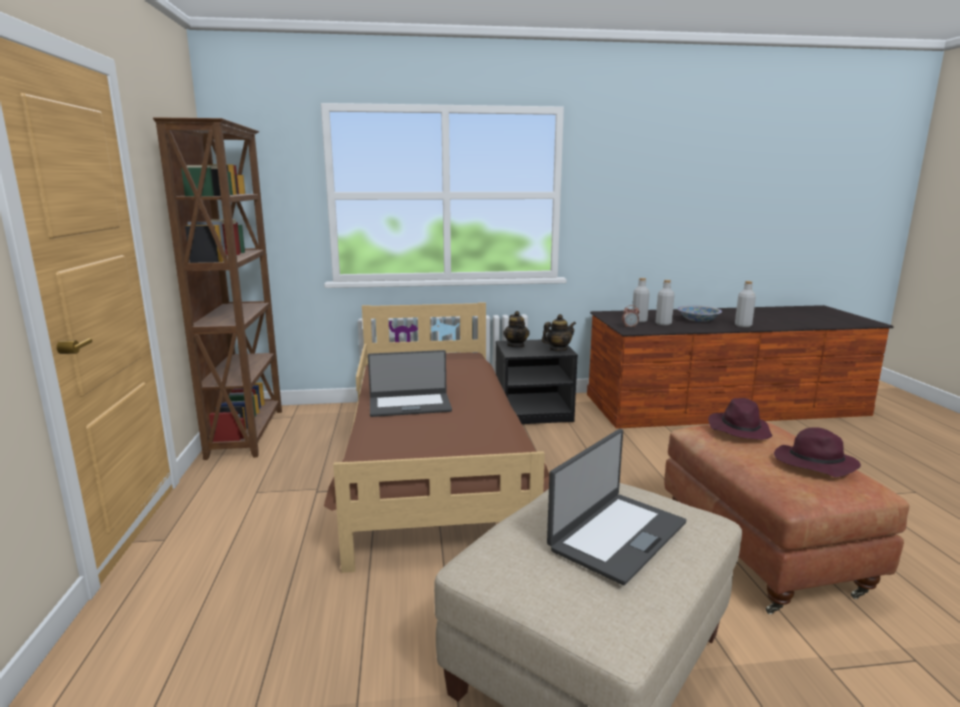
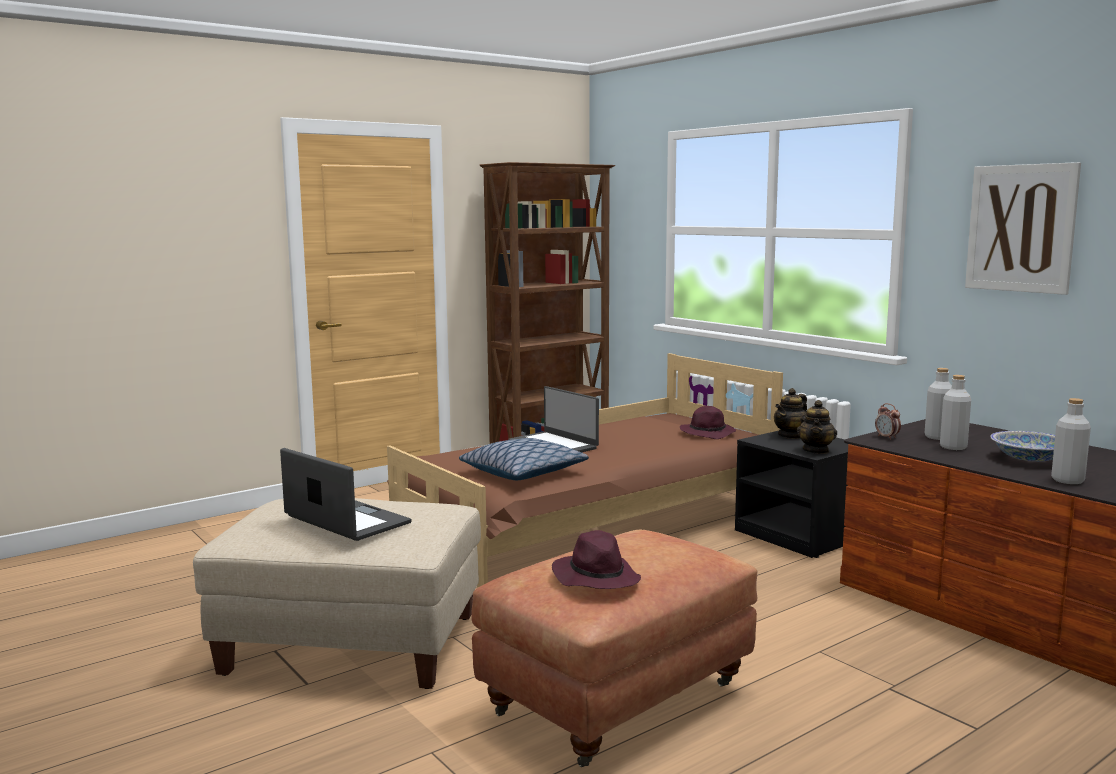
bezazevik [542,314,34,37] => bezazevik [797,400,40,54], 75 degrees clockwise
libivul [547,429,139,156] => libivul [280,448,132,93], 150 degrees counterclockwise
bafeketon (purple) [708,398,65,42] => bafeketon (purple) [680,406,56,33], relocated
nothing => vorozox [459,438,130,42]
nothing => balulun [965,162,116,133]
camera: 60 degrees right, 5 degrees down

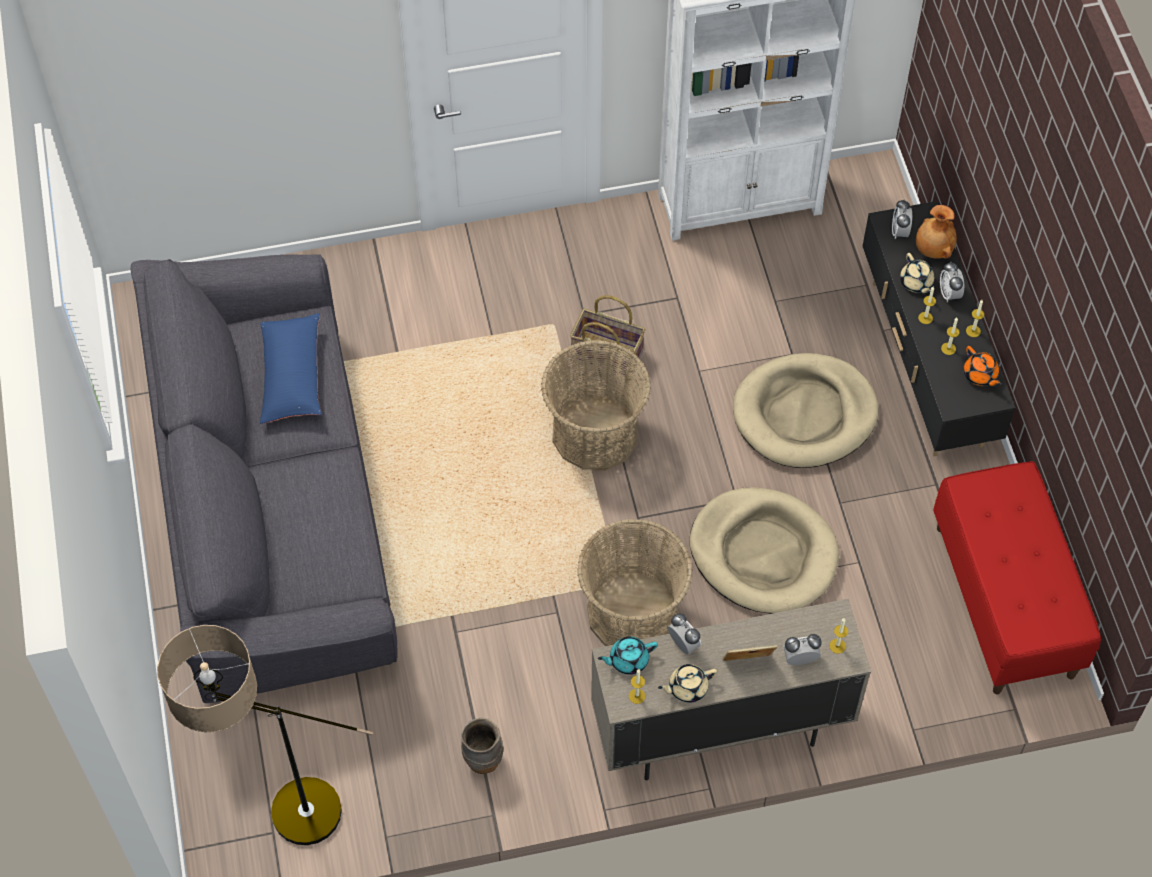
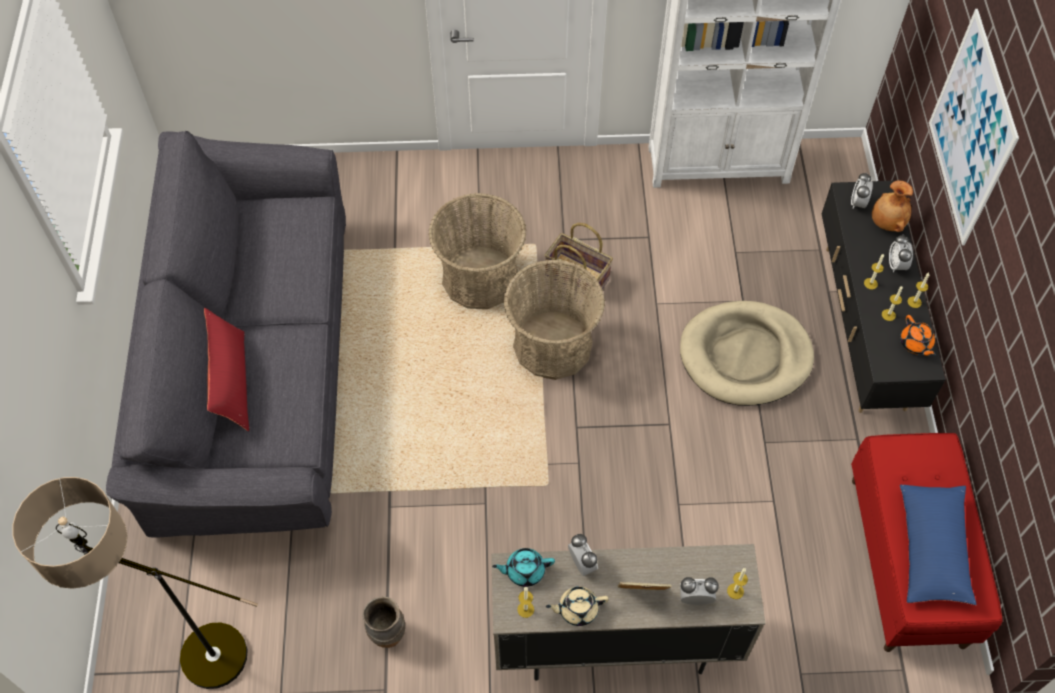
vorozox (blue) [260,313,62,111] => vorozox (blue) [900,485,77,120], relocated
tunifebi [577,519,116,127] => tunifebi [428,193,99,116], relocated
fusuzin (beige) [690,487,149,127] => nothing
bezazevik (beige) [900,253,34,41] => nothing
nothing => vorozox (red) [204,308,45,123]
nothing => balulun [929,9,90,237]
camera: 10 degrees right, 0 degrees up

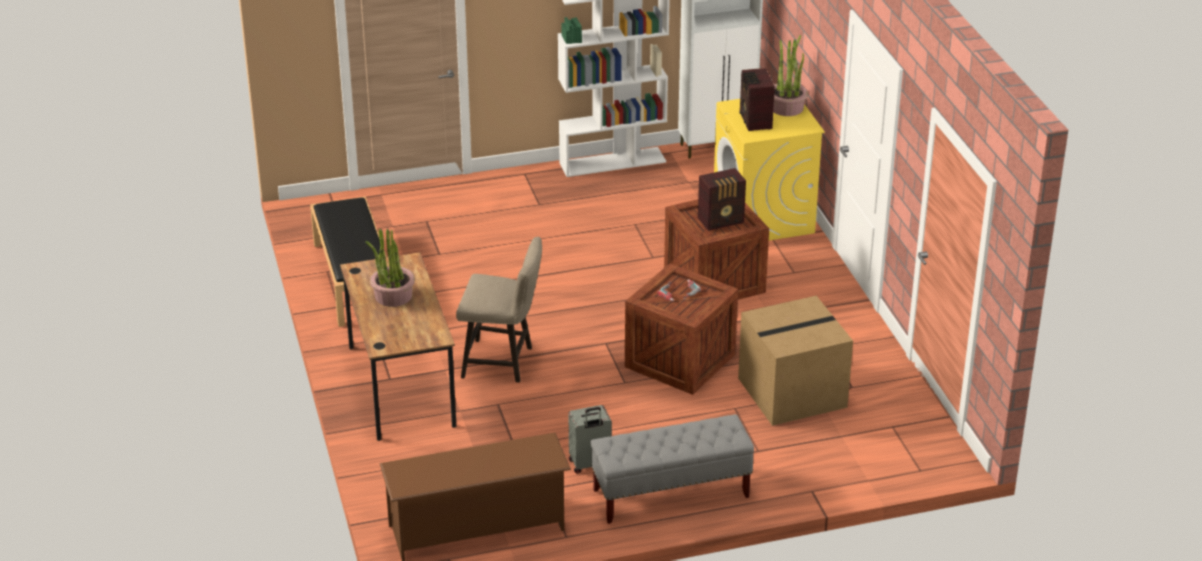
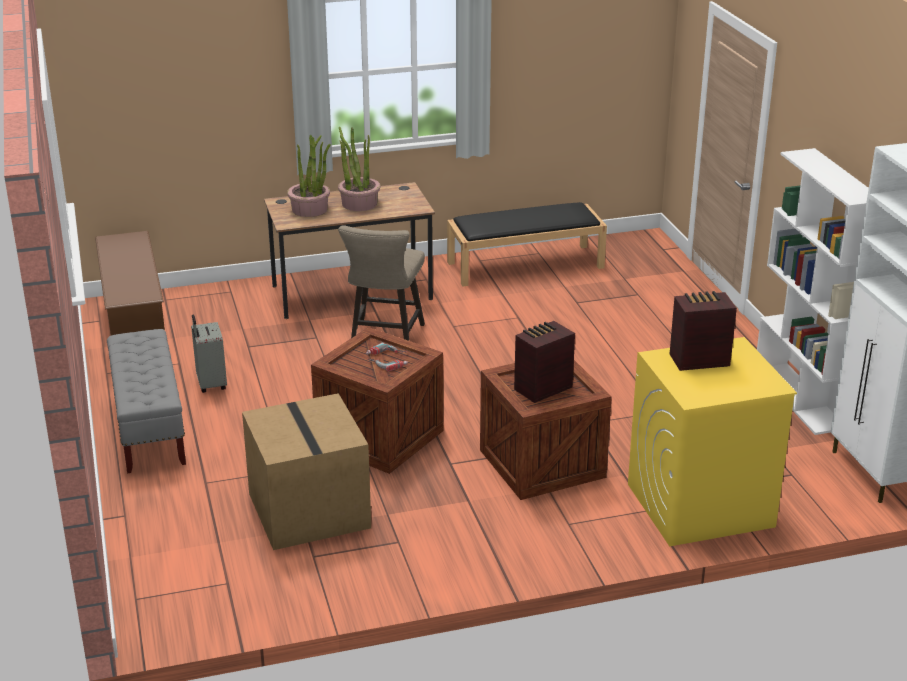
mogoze [698,168,48,63] => mogoze [514,321,61,82], 75 degrees clockwise
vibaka [773,35,35,81] => vibaka [287,134,44,83], relocated
camera: 90 degrees right, 5 degrees down

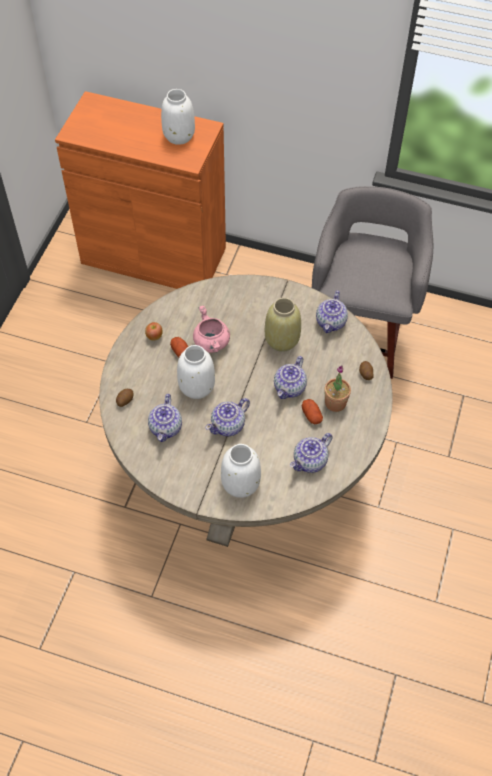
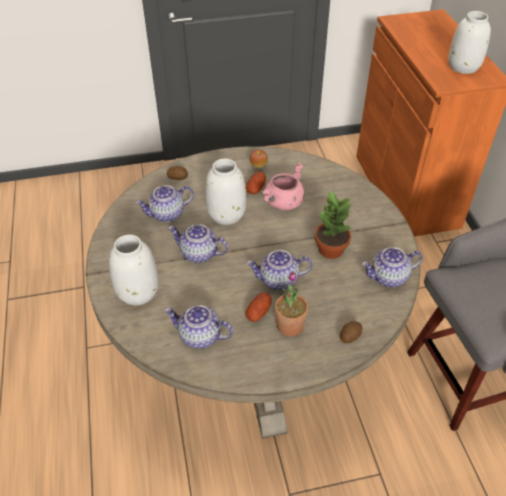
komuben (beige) [265,298,36,54] => vibaka [315,191,38,68]
camera: 60 degrees right, 10 degrees down

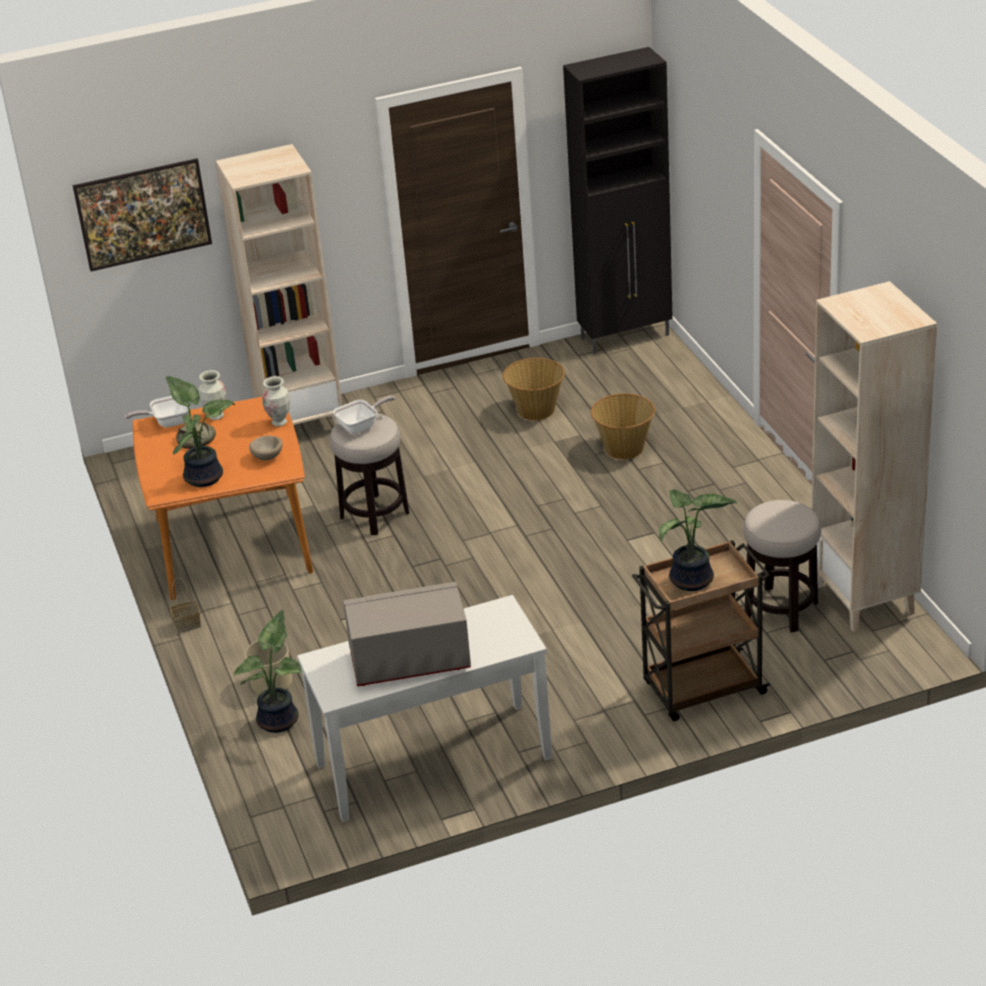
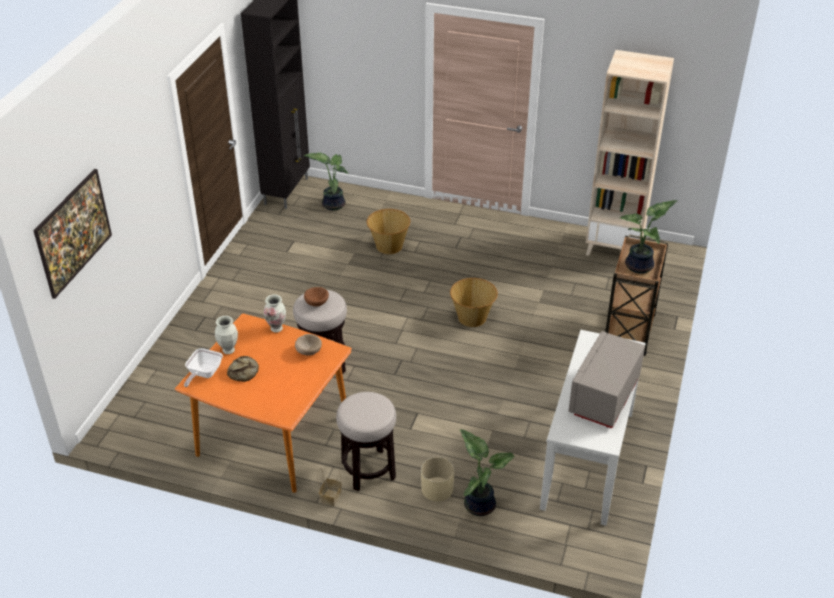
vibaka [165,376,70,111] => vibaka [304,153,45,58], relocated
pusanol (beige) [216,144,126,281] => nothing
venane [333,396,62,38] => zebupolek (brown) [304,287,25,20]
tunifebi [503,358,62,63] => tunifebi [450,278,48,49], relocated
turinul [743,500,78,132] => turinul [336,392,60,99], relocated
camera: 55 degrees left, 5 degrees up

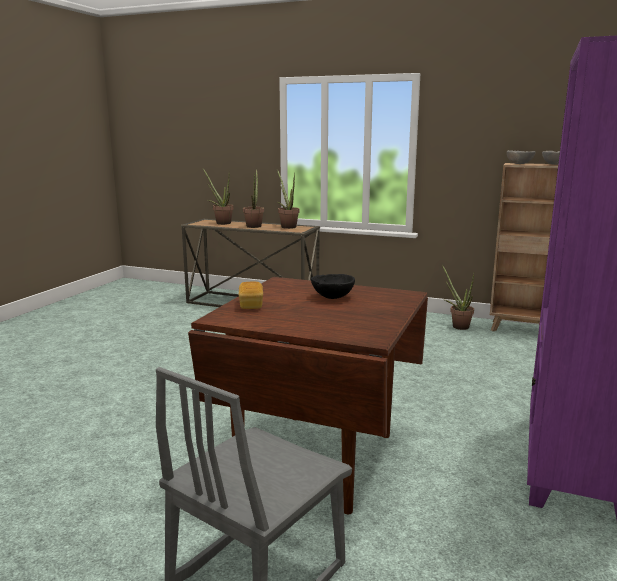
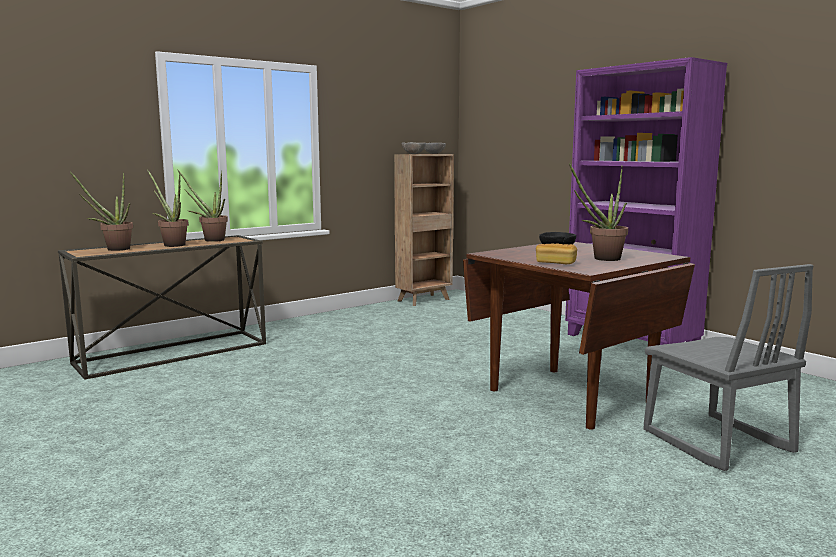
vibaka [442,265,32,65] => vibaka [569,163,59,98], relocated
camera: 60 degrees left, 5 degrees down

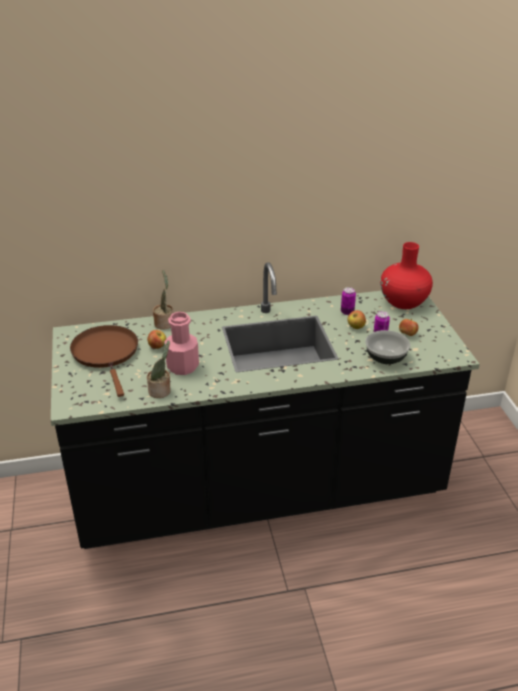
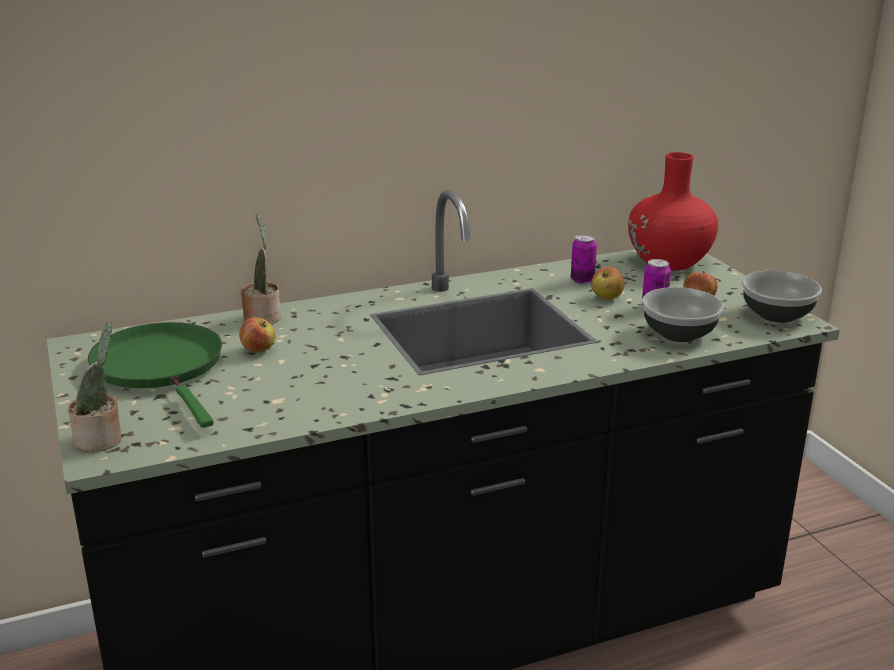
venane (brown) [70,325,68,72] => venane (green) [88,322,134,106]
vibaka [147,340,24,58] => vibaka [68,322,53,130], relocated
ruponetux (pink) [164,312,35,63] => nothing
nothing => zebupolek [742,270,80,53]
camera: 10 degrees left, 10 degrees down

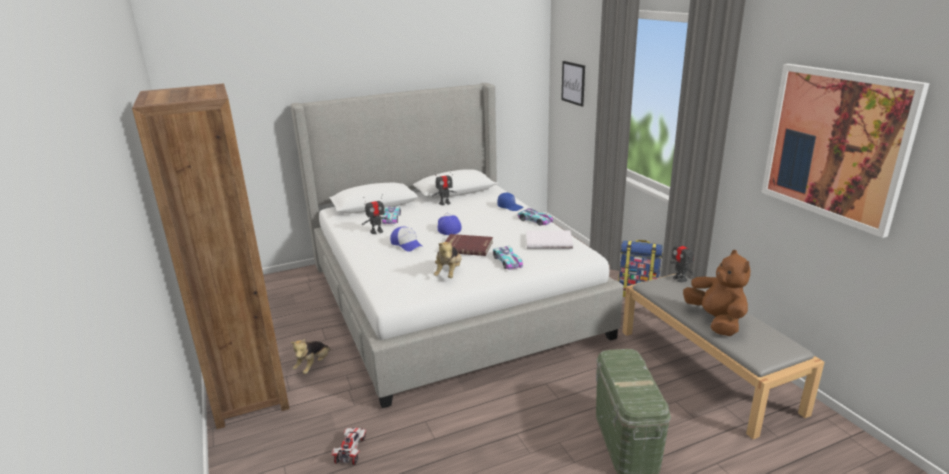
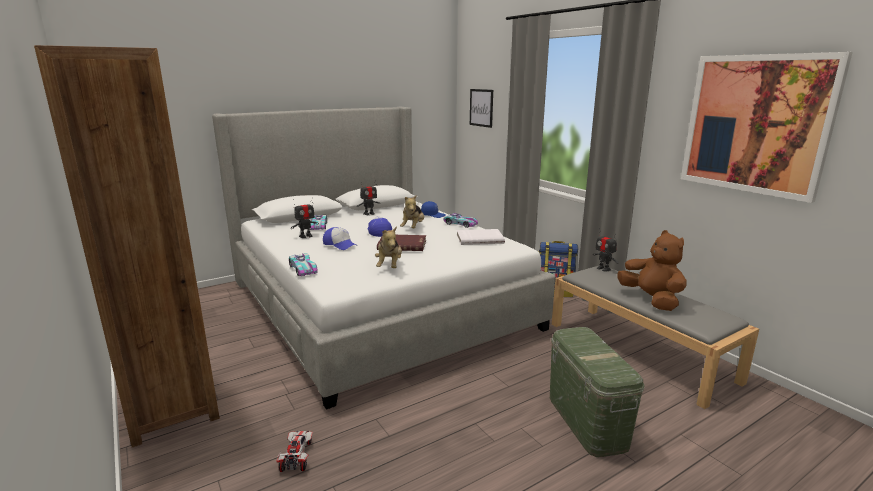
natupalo [290,339,40,35] => natupalo [400,195,24,33], relocated
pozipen [493,246,30,24] => pozipen [289,253,29,23], relocated
camera: 10 degrees left, 5 degrees down

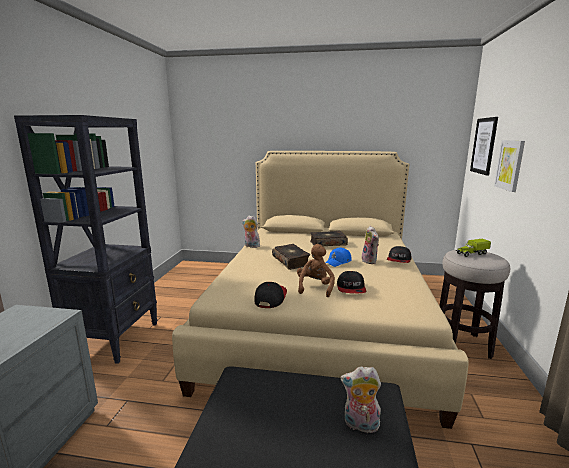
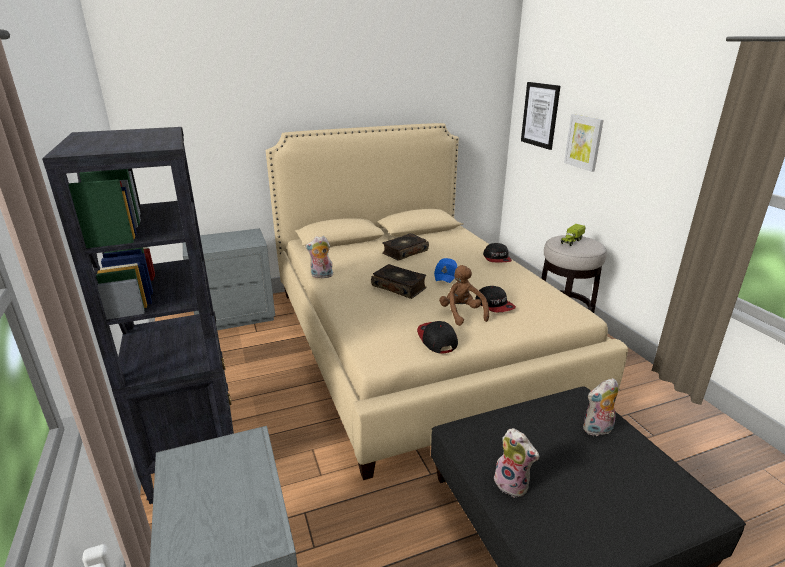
natupalo [362,226,17,38] => natupalo [494,428,45,70], relocated
nothing => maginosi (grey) [183,228,92,102]
camera: 30 degrees left, 10 degrees up

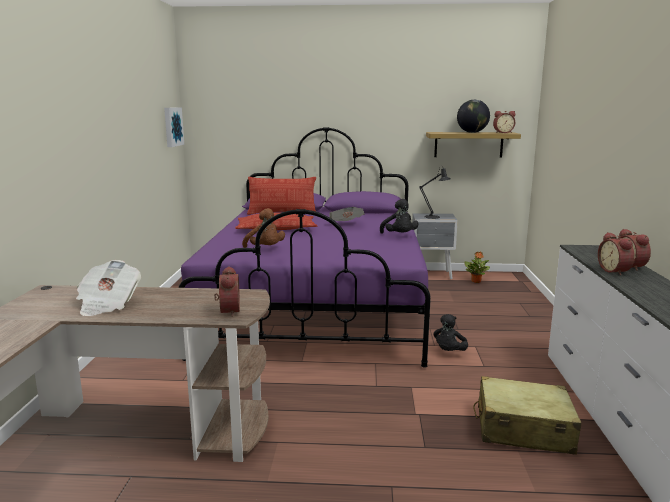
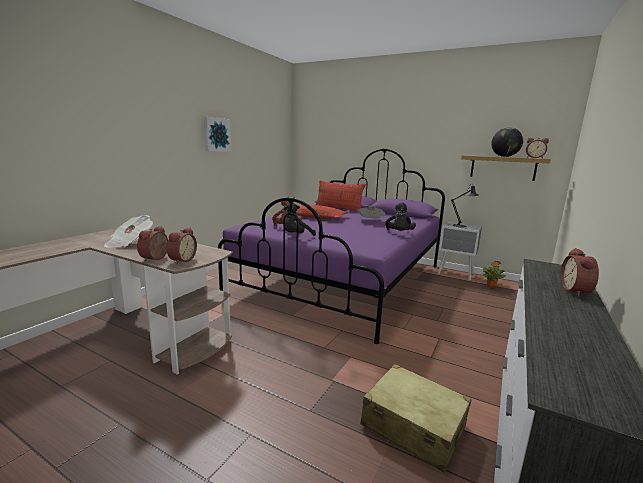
balulun [164,107,20,40] => balulun [204,117,27,35], relocated
natupalo (black) [433,314,35,37] => natupalo (black) [284,203,32,33], relocated
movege [598,232,37,44] => movege [137,226,31,36], relocated
camera: 25 degrees right, 0 degrees up

